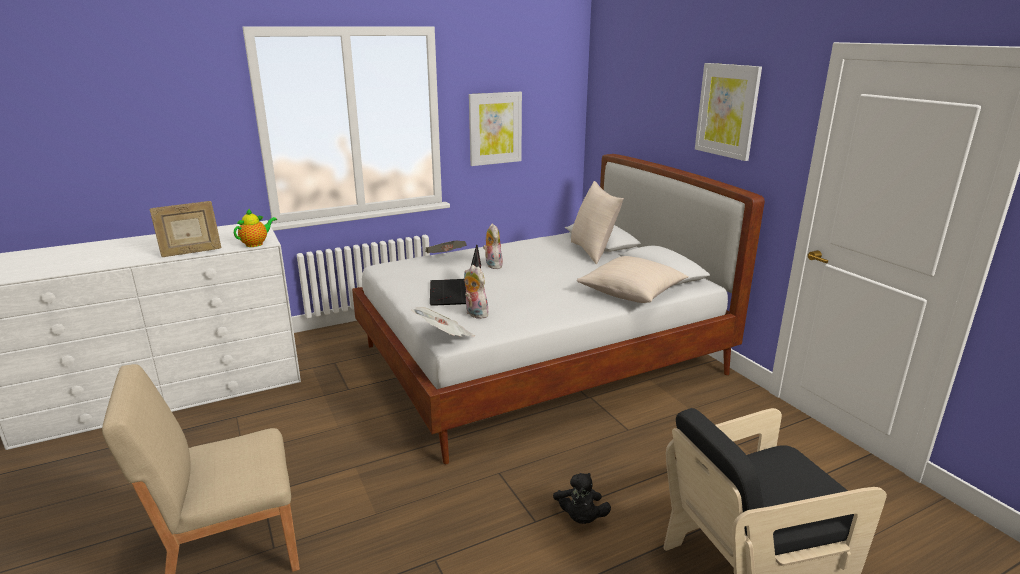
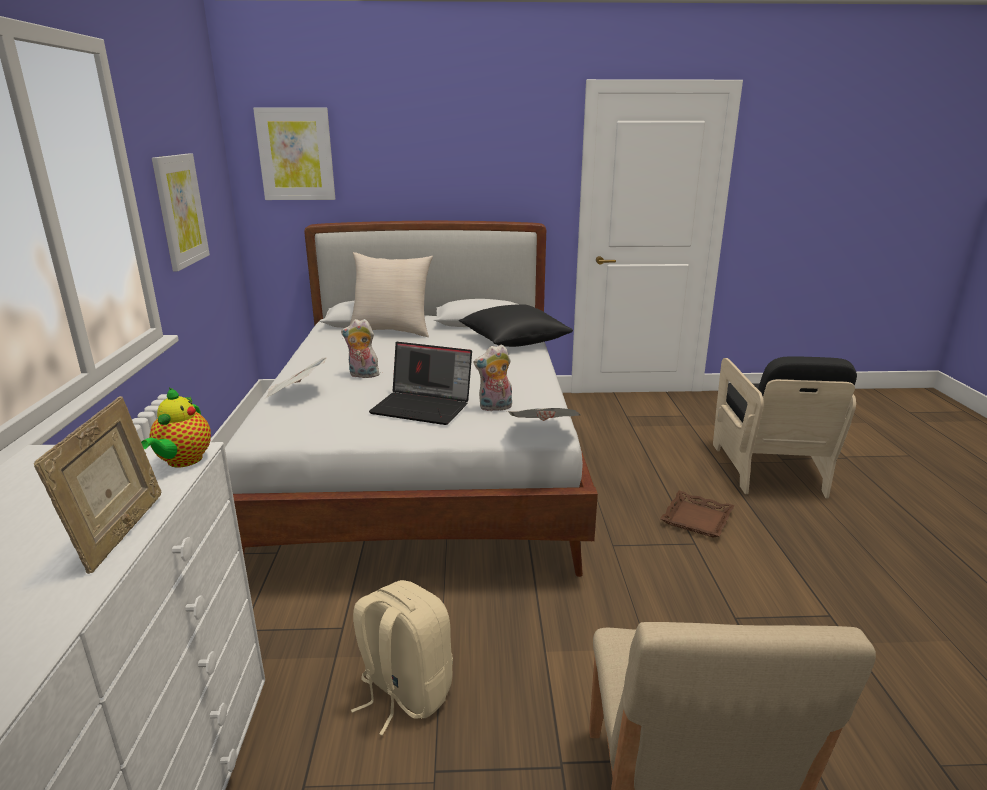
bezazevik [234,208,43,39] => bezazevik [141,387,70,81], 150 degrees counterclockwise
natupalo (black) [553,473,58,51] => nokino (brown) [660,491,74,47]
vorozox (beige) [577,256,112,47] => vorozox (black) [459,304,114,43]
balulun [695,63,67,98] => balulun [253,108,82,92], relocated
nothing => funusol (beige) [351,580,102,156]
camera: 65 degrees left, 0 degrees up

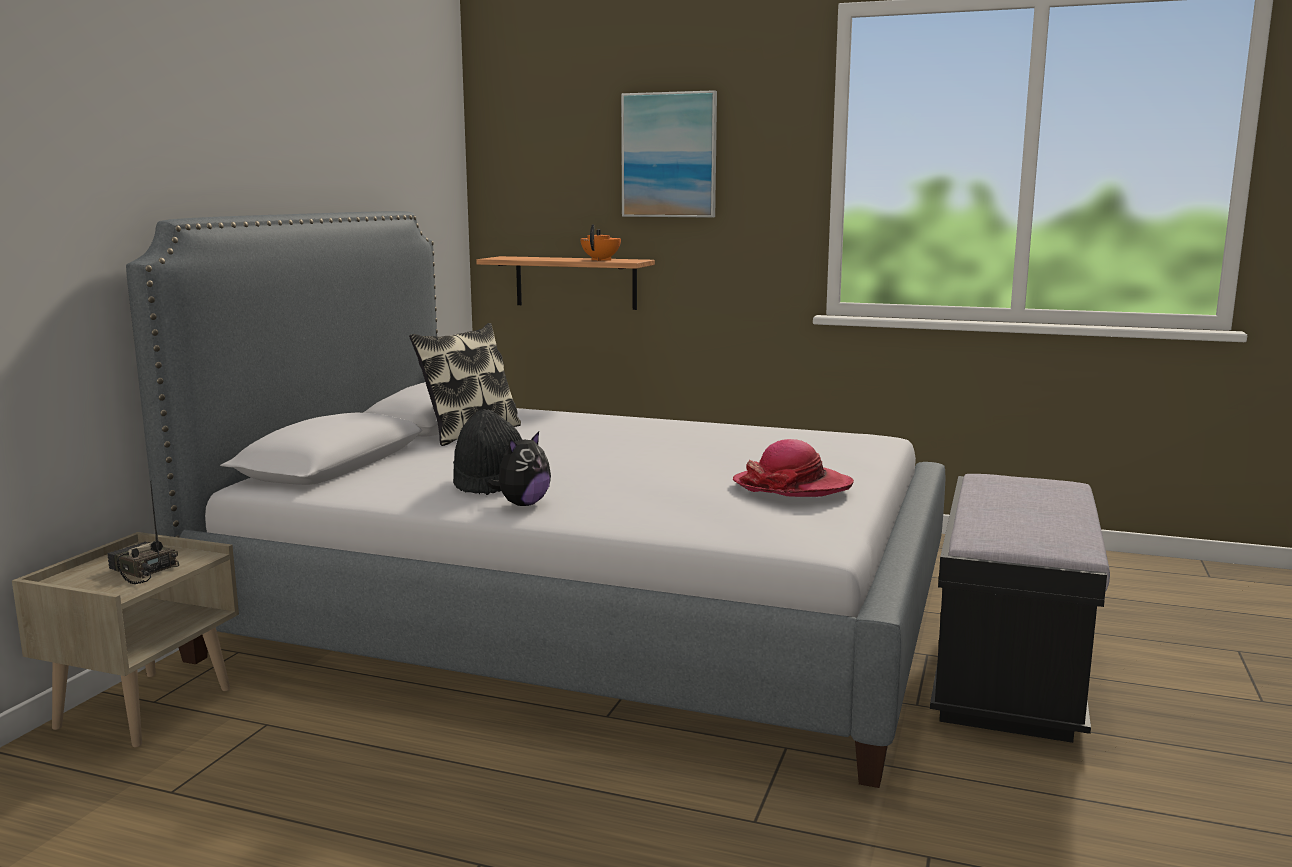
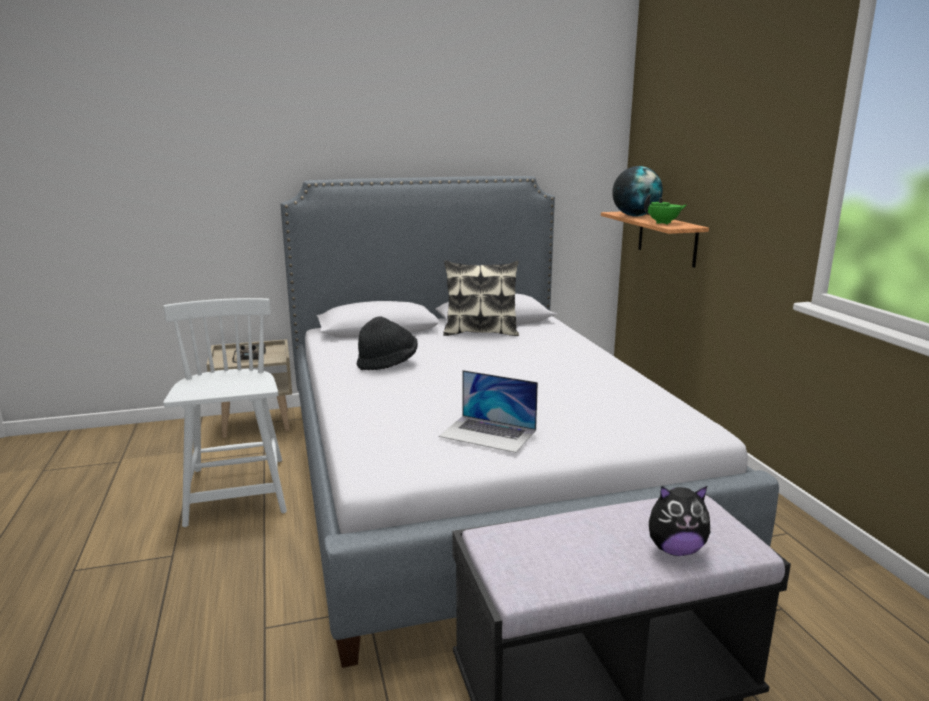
natupalo [487,431,64,75] => natupalo [649,486,61,70], relocated
bezazevik (orange) [580,224,41,37] => bezazevik (green) [644,194,42,30]
balulun [621,90,96,128] => nothing
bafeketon [732,439,122,58] => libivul [439,370,99,83]
nothing => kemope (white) [163,298,124,229]
nothing => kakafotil [612,166,51,50]
camera: 55 degrees right, 5 degrees up

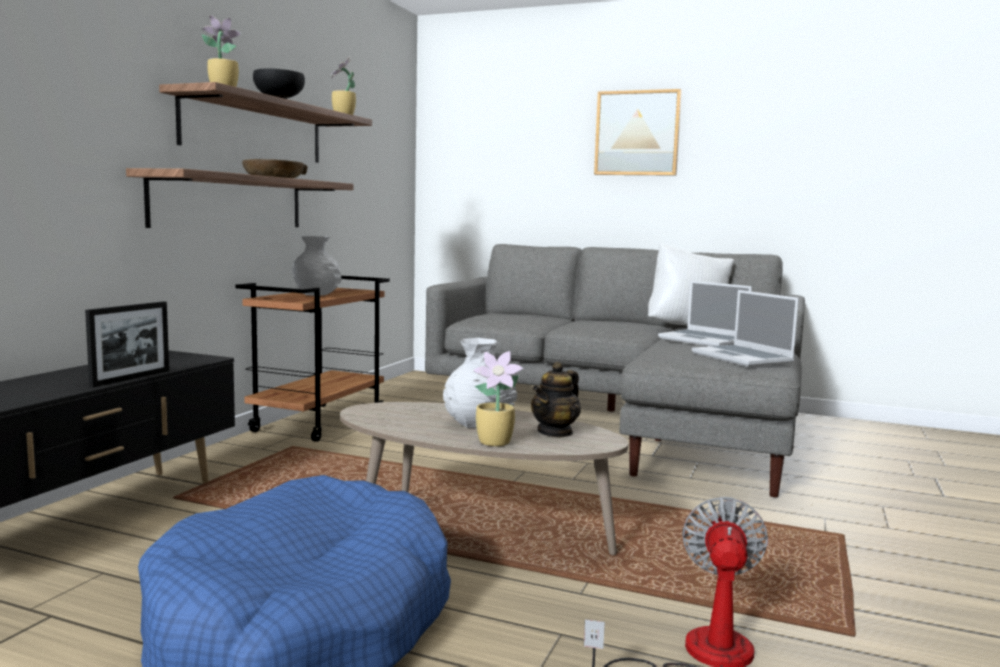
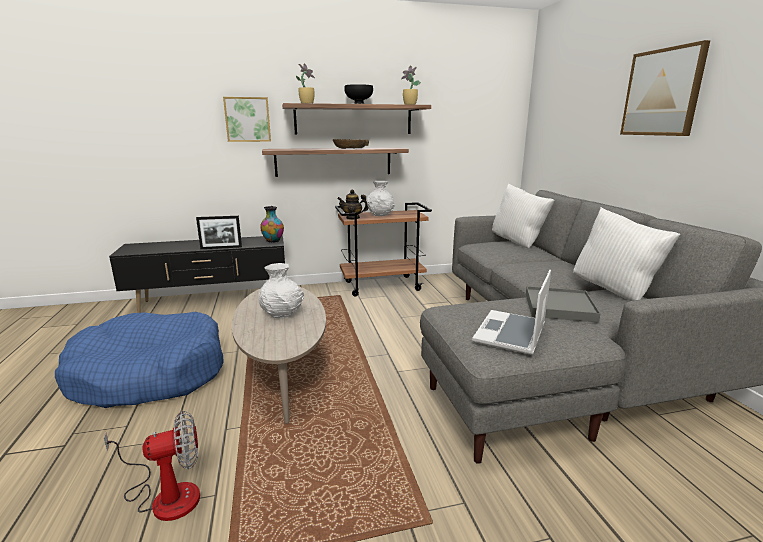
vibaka [473,351,51,95] => nothing
bezazevik [531,362,50,76] => bezazevik [337,190,32,30], relocated
libivul [658,281,94,65] => nokino (grey) [526,286,75,37]
nothing => balulun [223,97,48,45]
nothing => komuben [260,206,24,36]
nothing => vorozox (white) [492,183,62,65]
camera: 55 degrees right, 10 degrees up

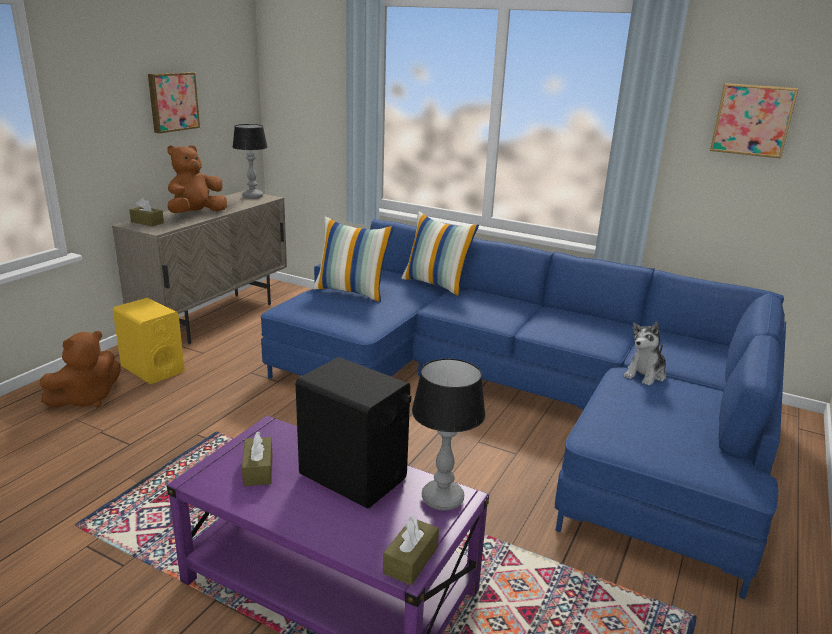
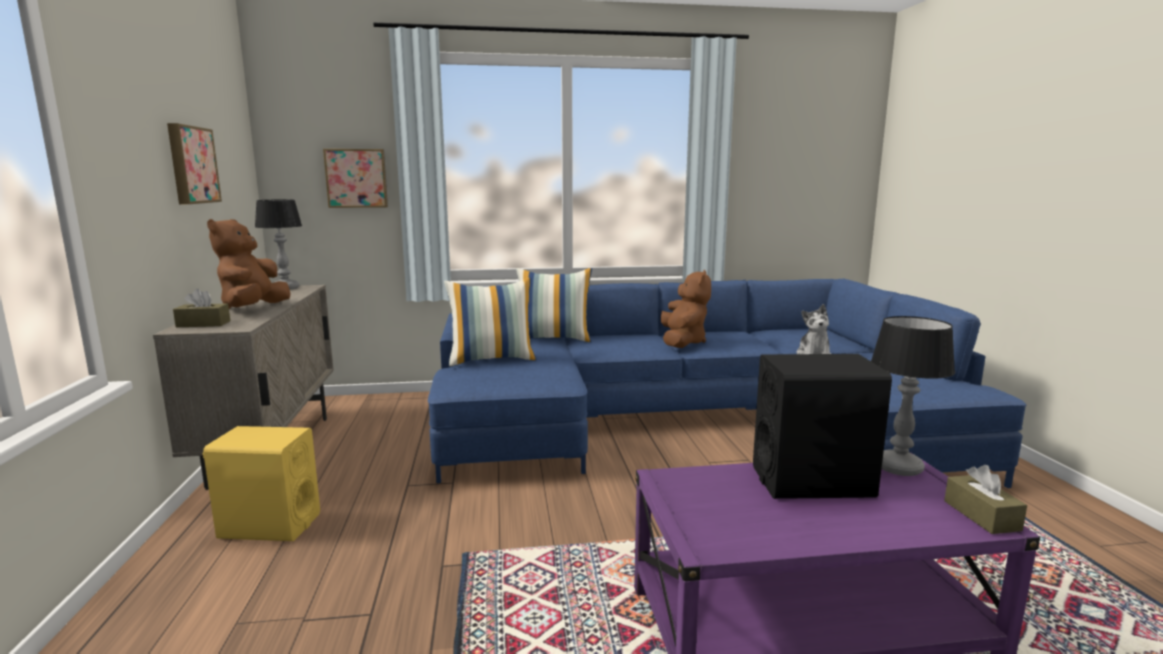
natupalo (brown) [40,331,81,76] => natupalo (brown) [661,270,50,78], relocated
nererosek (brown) [242,431,30,55] => nothing
balulun [710,83,88,75] => balulun [323,149,65,59], relocated
camera: 35 degrees left, 10 degrees down

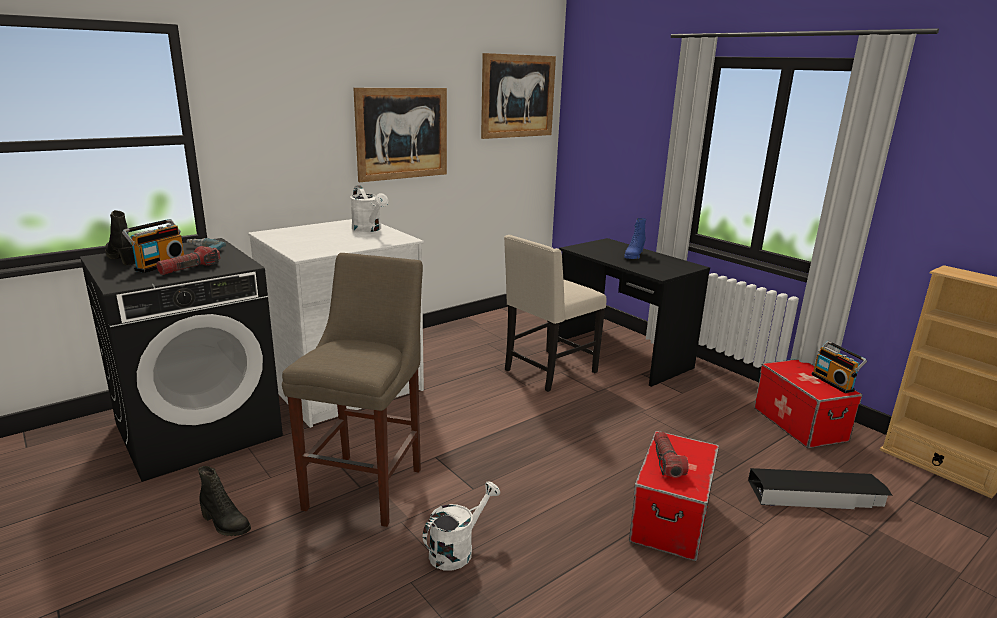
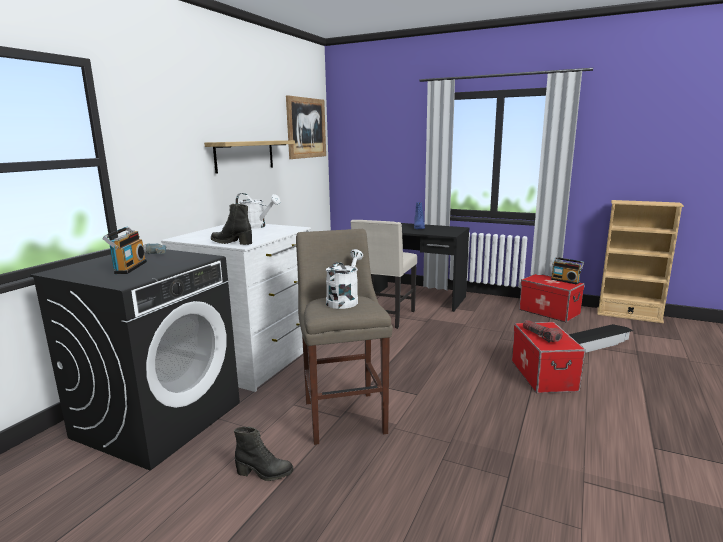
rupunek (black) [105,210,30,55] => rupunek (black) [211,204,41,41], relocated
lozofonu [156,246,65,29] => nothing
balulun [353,88,94,94] => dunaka [204,140,91,34]
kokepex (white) [423,481,77,89] => kokepex (white) [326,249,37,60], relocated
camera: 25 degrees left, 5 degrees down

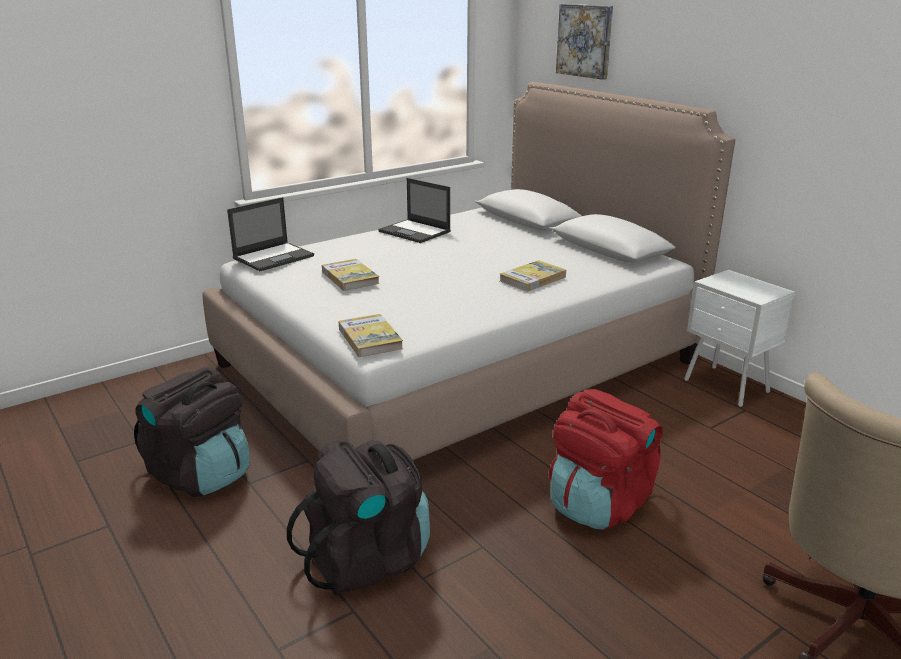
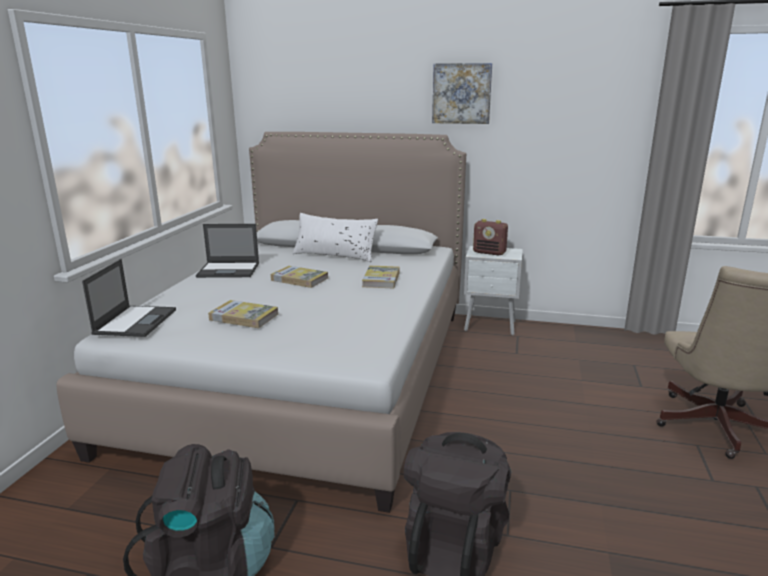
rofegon [338,314,65,43] => rofegon [271,266,57,22], relocated
funusol (red) [549,389,113,141] => nothing
balulun [556,4,57,76] => balulun [432,63,60,61], relocated
nothing => vorozox (white) [292,213,86,49]
nothing => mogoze [473,219,35,36]
camera: 40 degrees left, 5 degrees down

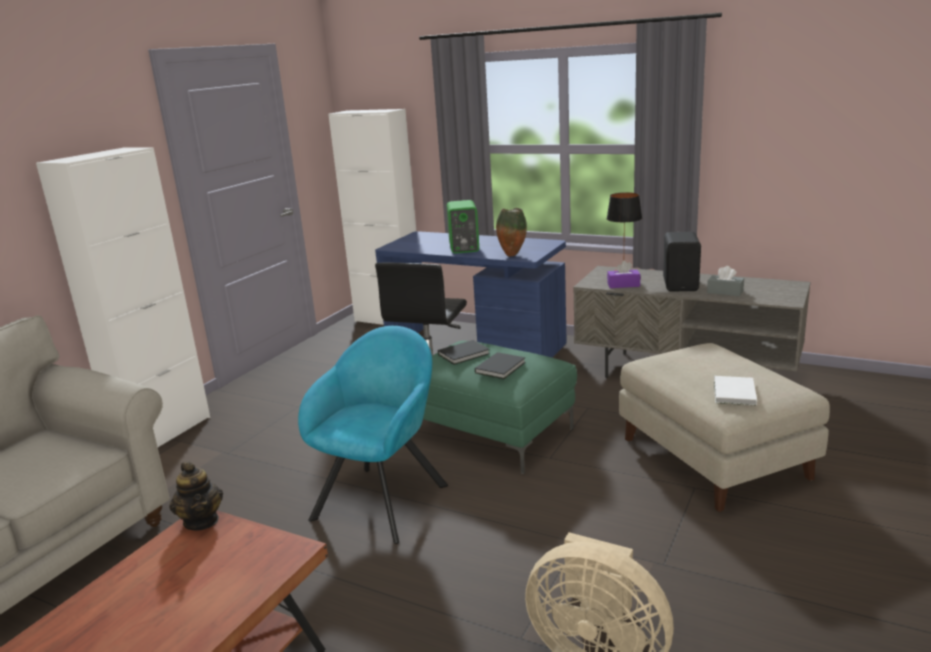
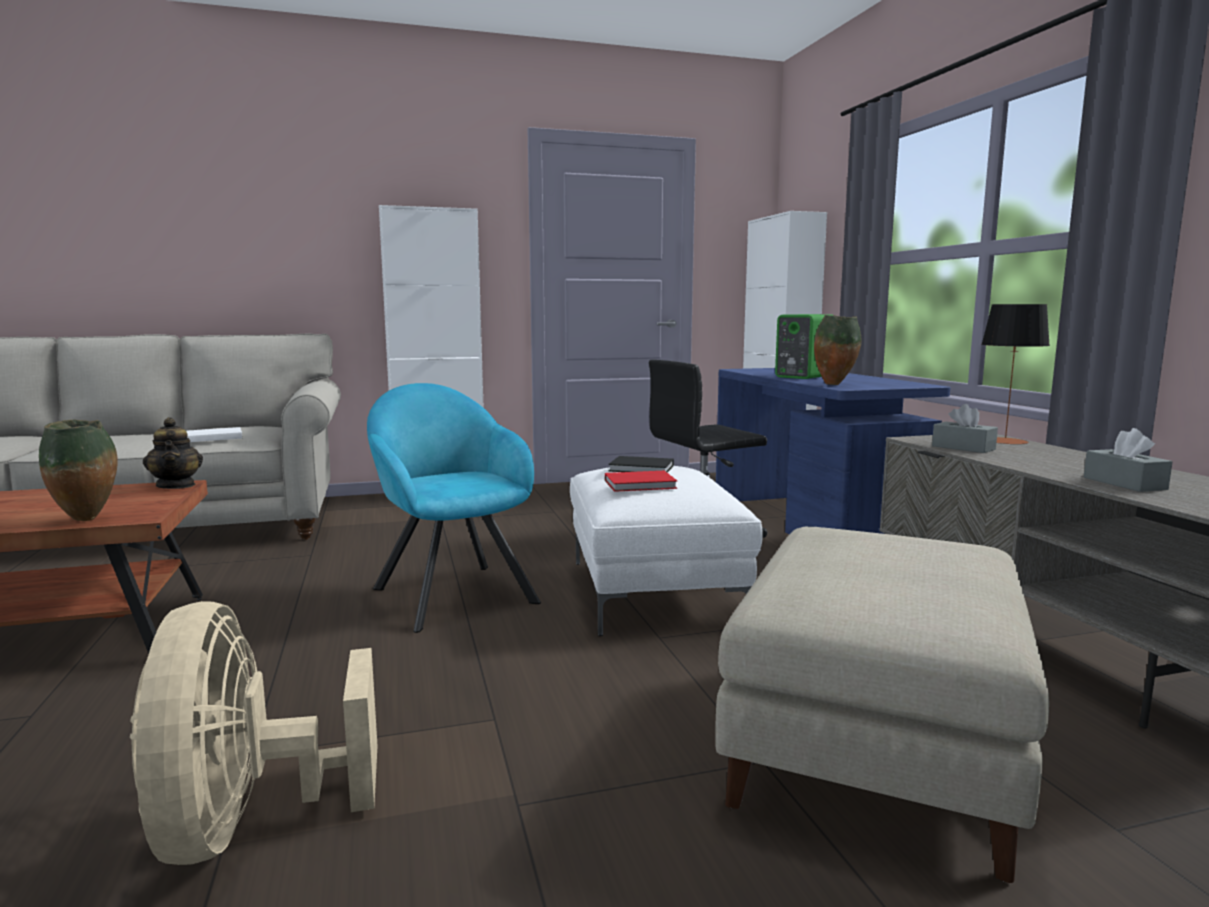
bezazevik [169,461,54,69] => bezazevik [143,417,60,72], 45 degrees counterclockwise
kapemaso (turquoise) [298,326,150,218] => kapemaso (turquoise) [367,383,174,250], 105 degrees counterclockwise
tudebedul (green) [411,341,166,133] => tudebedul (white) [570,466,193,170]
rofegon (black) [475,352,51,27] => rofegon (red) [605,471,72,21]
nererosek (purple) [607,261,33,27] => nererosek (grey) [932,404,66,49]
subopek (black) [663,232,38,59] => nothing
rofegon (white) [714,376,43,30] => rofegon (white) [186,427,56,15], relocated
nothing => komuben [39,420,79,101]
camera: 45 degrees right, 10 degrees down

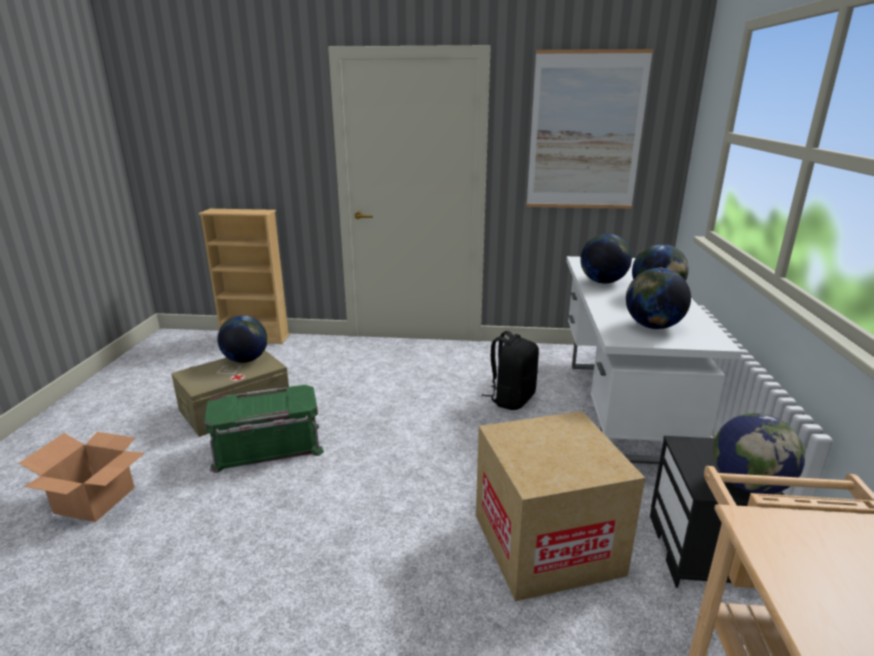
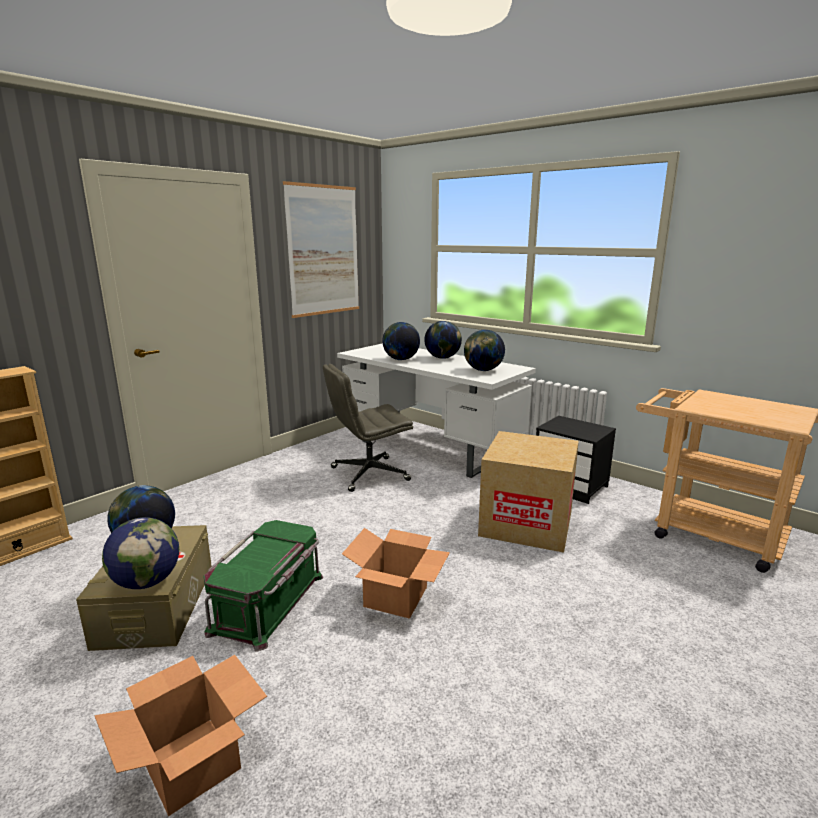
funusol (black) [482,331,57,79] => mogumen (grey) [323,364,90,128]
kakafotil [714,413,91,81] => kakafotil [102,517,77,72], relocated
nothing => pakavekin [342,528,108,91]
camera: 55 degrees left, 5 degrees down

